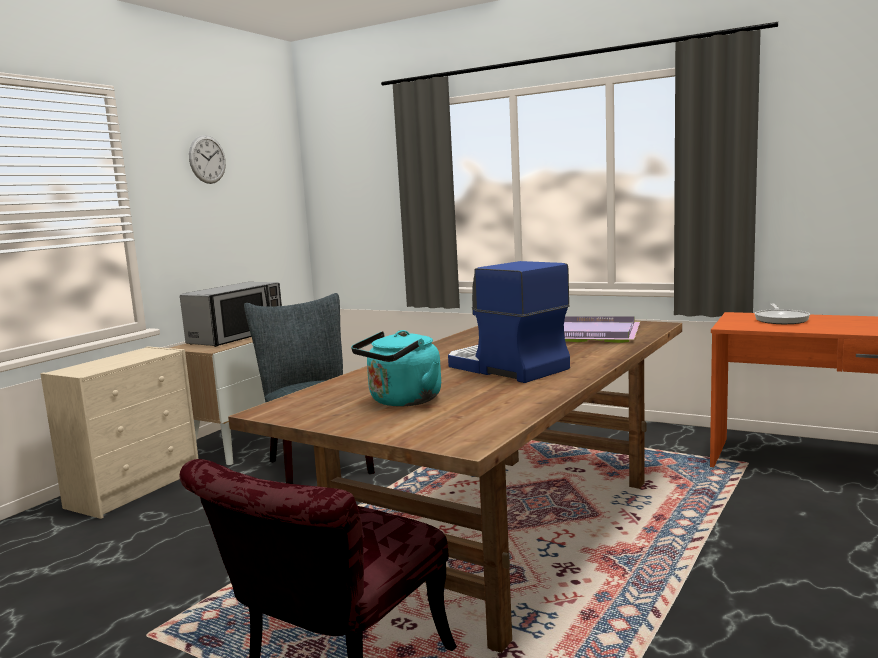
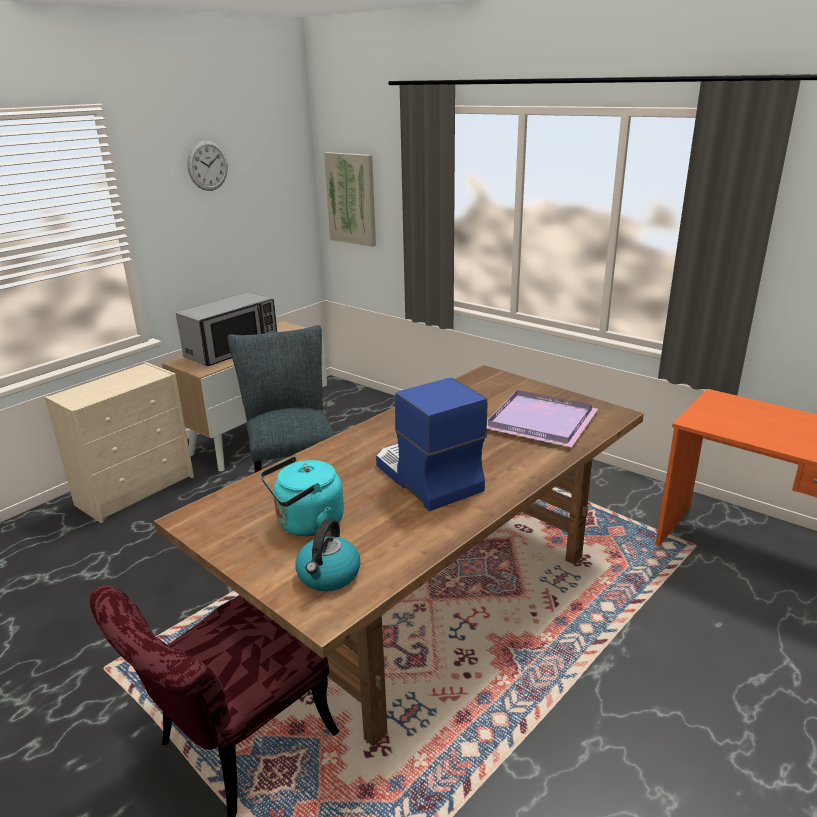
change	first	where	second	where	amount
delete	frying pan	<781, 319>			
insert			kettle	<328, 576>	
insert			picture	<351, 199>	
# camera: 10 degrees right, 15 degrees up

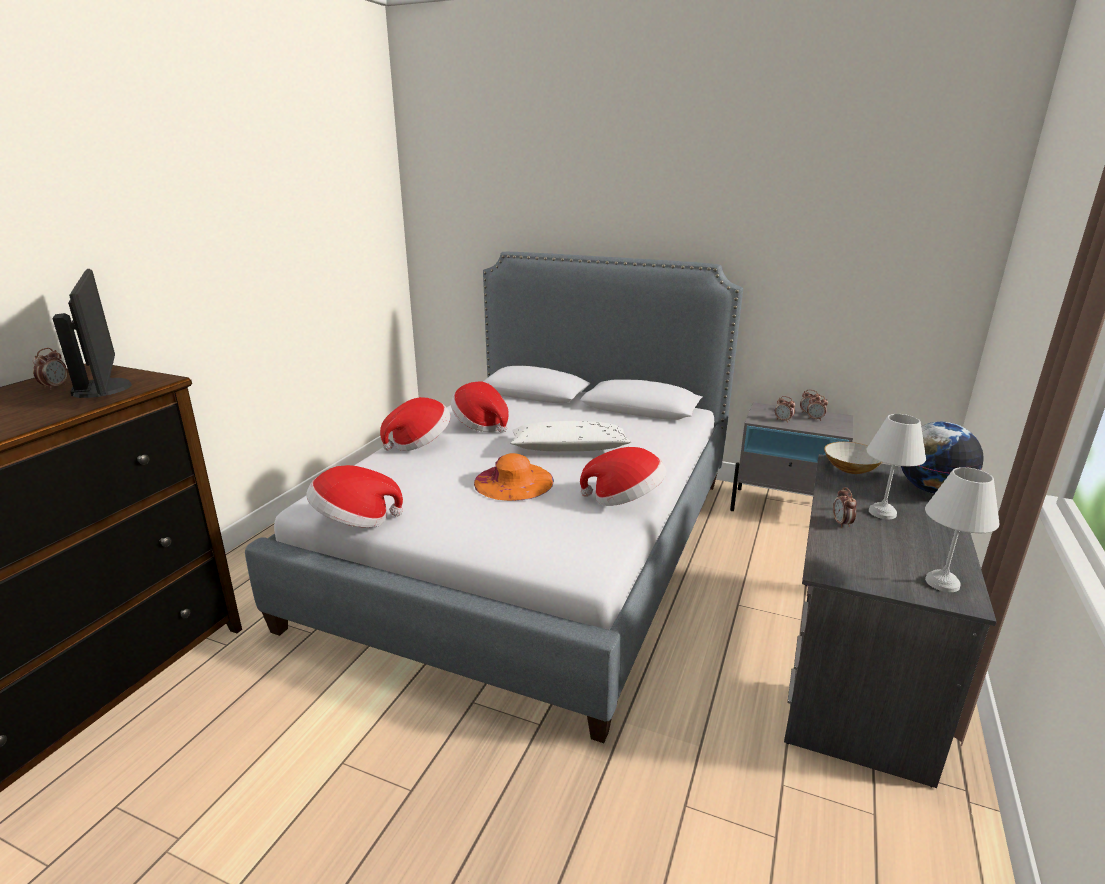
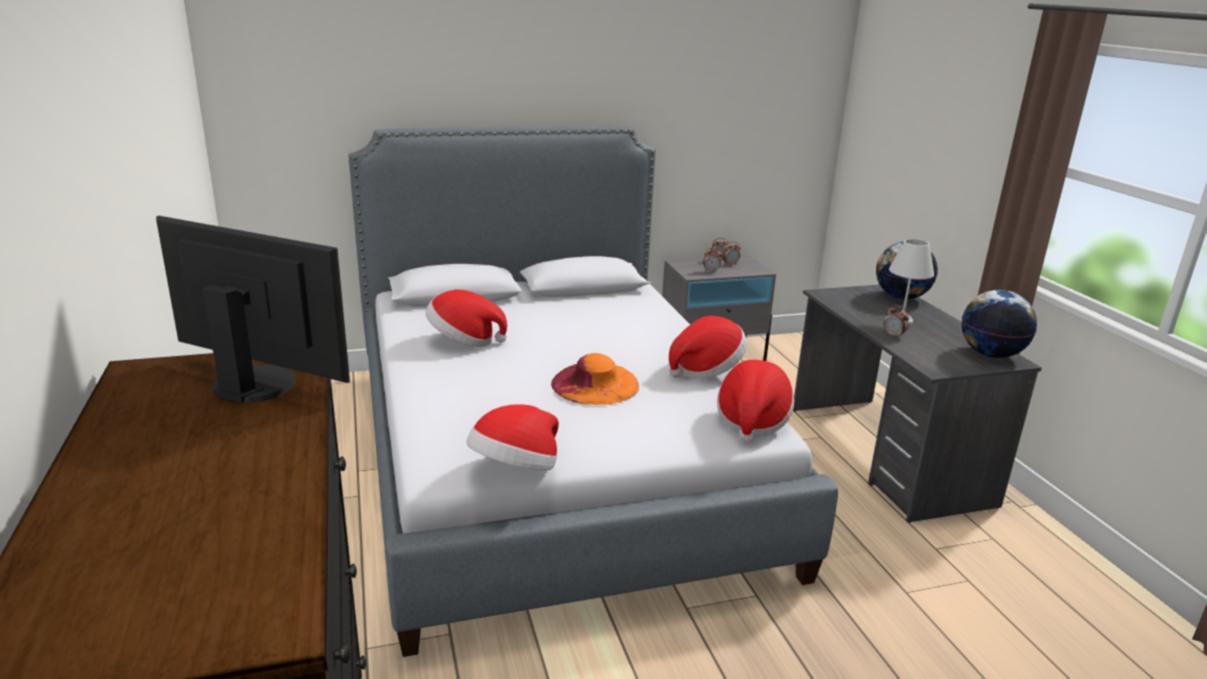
change	first	where	second	where	amount
delete	alarm clock	<55, 387>			
delete	white pillow	<569, 449>			
delete	bowl	<850, 468>			
move	hat	<419, 443>		<752, 421>	
replace	white table lamp	<941, 582>	globe	<991, 354>	
# camera: 40 degrees left, 0 degrees up

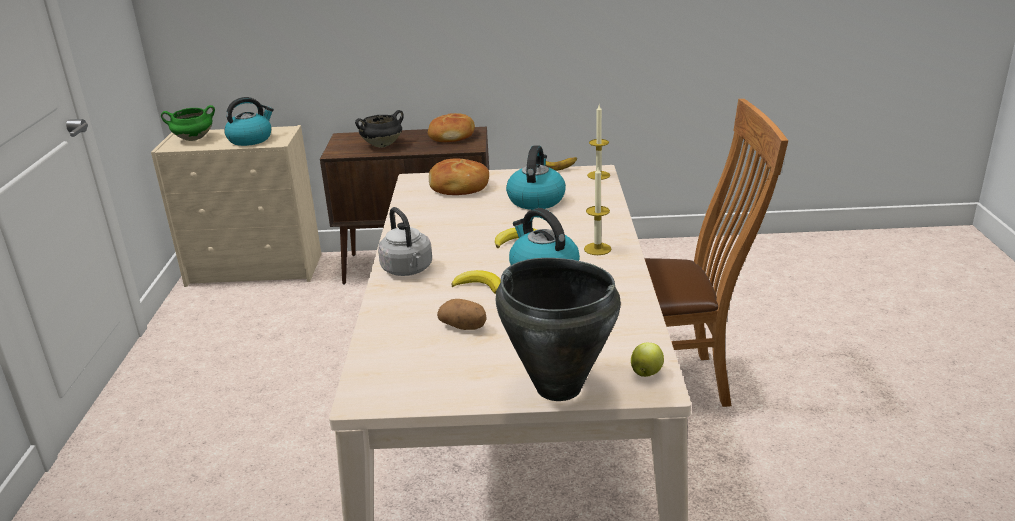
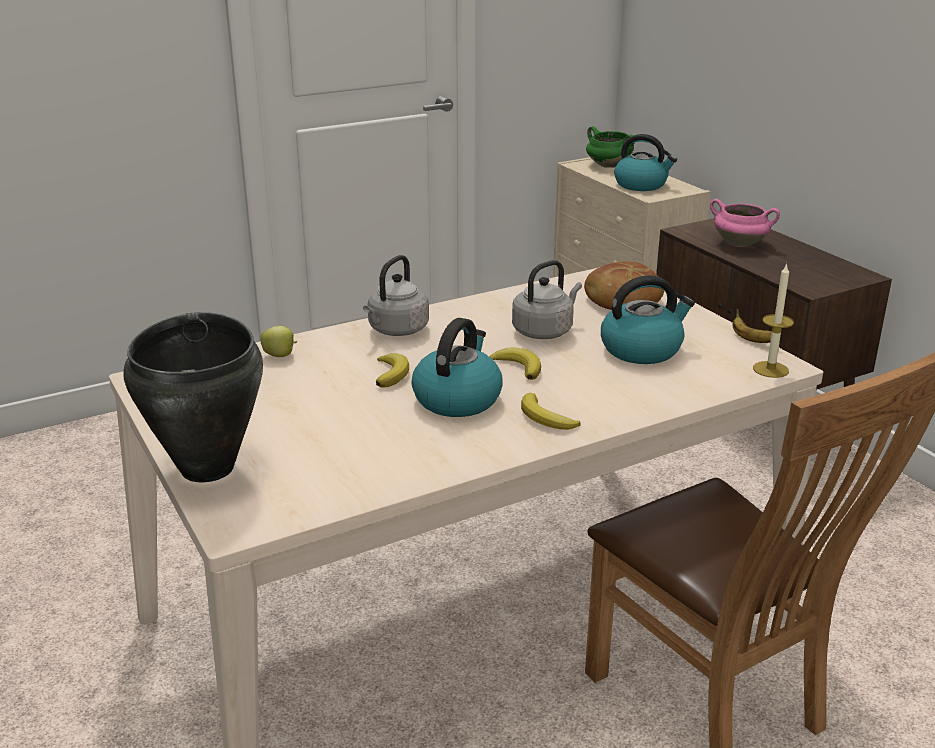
change	first	where	second	where	amount
delete	bread	<452, 136>			
delete	potato	<464, 326>			
insert			grey kettle	<545, 331>	
move	apple	<646, 373>		<280, 356>	
replace	candle	<597, 249>	banana	<545, 418>	
recolor	black cooking pot	<382, 145>	pink cooking pot	<740, 244>	
# camera: 60 degrees right, 0 degrees up

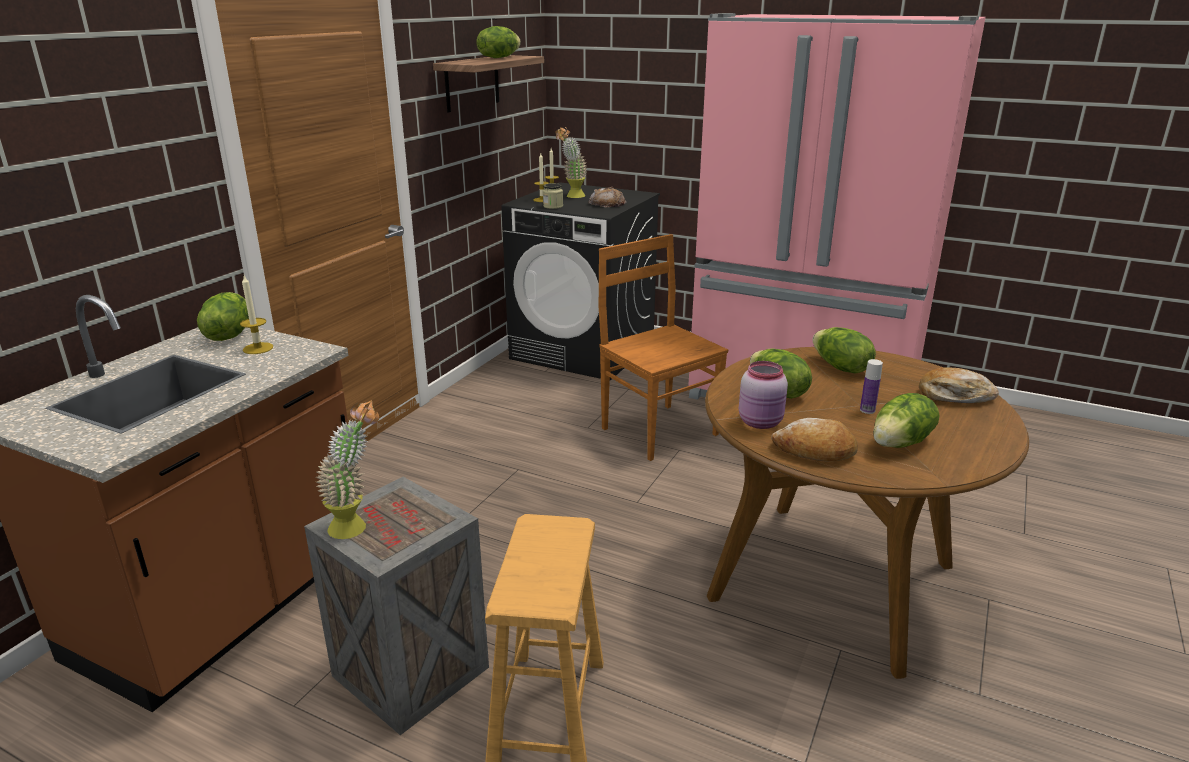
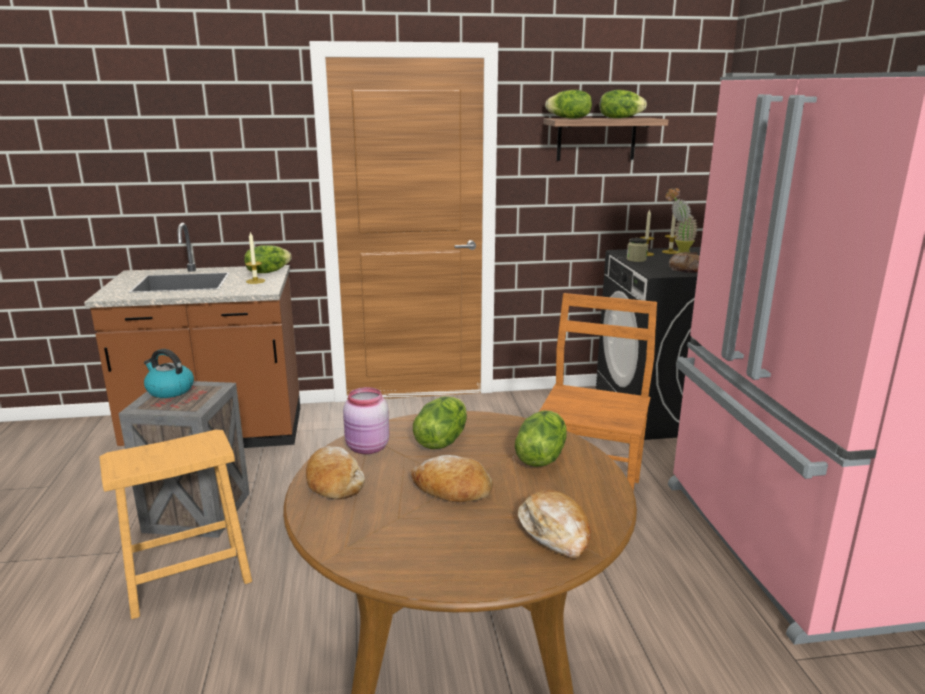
change	first	where	second	where	amount
move	lettuce	<901, 443>		<569, 118>	
replace	potted plant	<357, 525>	kettle	<169, 390>	
replace	bottle	<867, 410>	bread	<452, 489>	
# camera: 55 degrees right, 5 degrees down

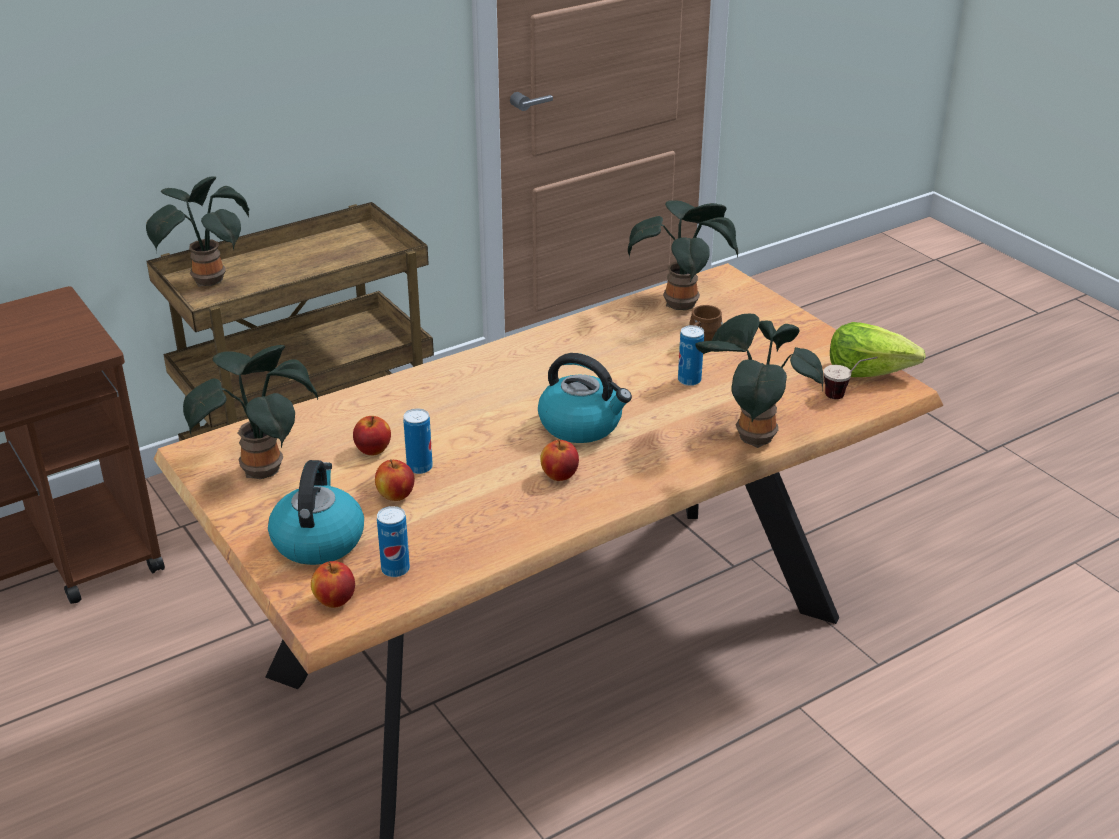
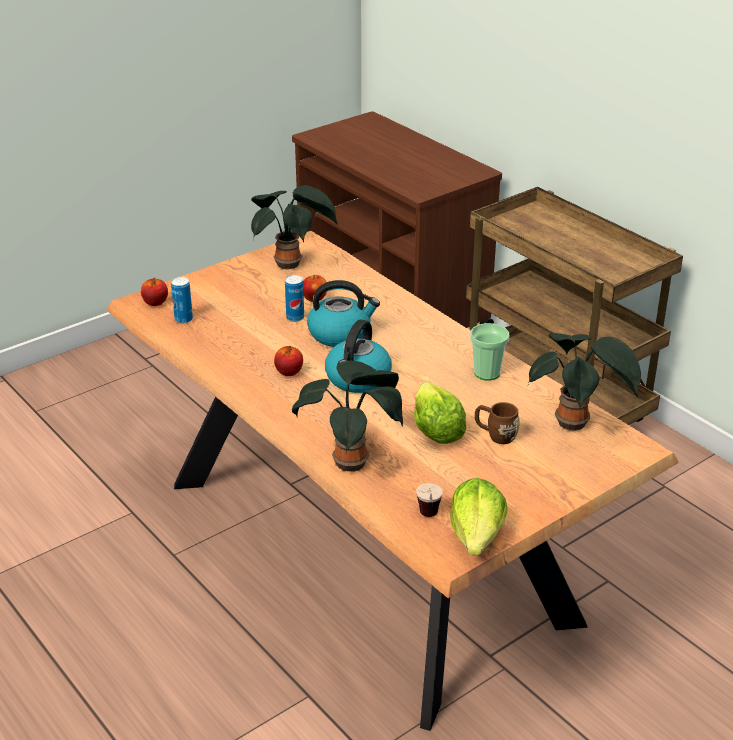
change	first	where	second	where	amount
delete	potted plant	<208, 279>			
delete	apple	<396, 495>			
insert			cup	<487, 373>	
move	kettle	<318, 540>		<340, 333>	
replace	can	<689, 380>	lettuce	<435, 429>	
# camera: 85 degrees right, 0 degrees up

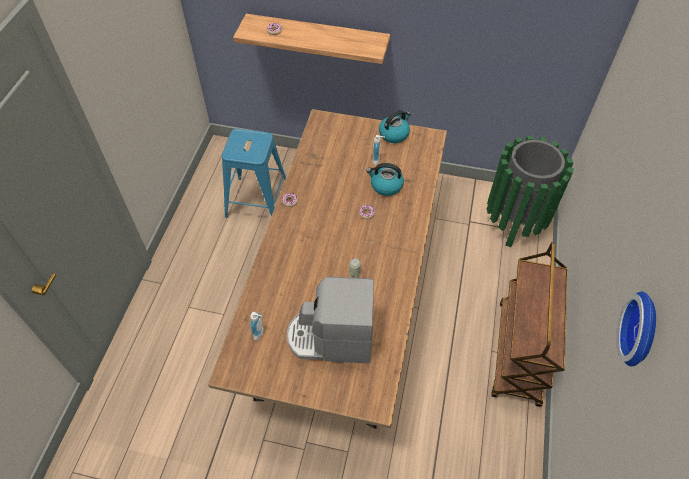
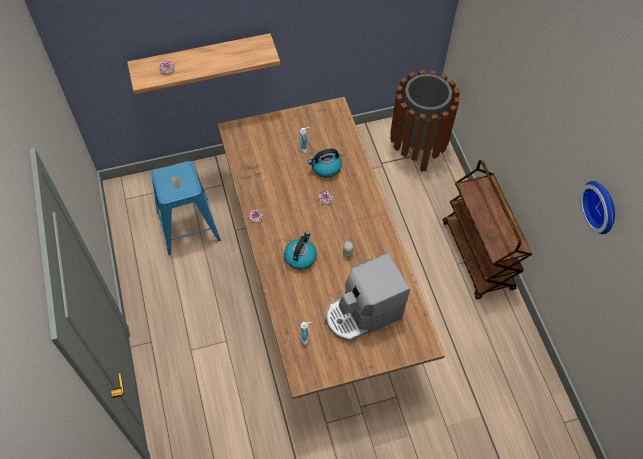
change	first	where	second	where	amount
move	kettle	<394, 134>		<300, 257>	
recolor	green trash can	<515, 222>	brown trash can	<417, 148>	
# camera: 30 degrees left, 5 degrees up

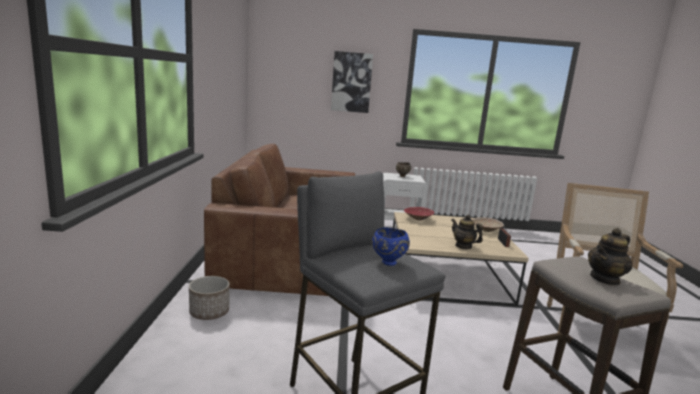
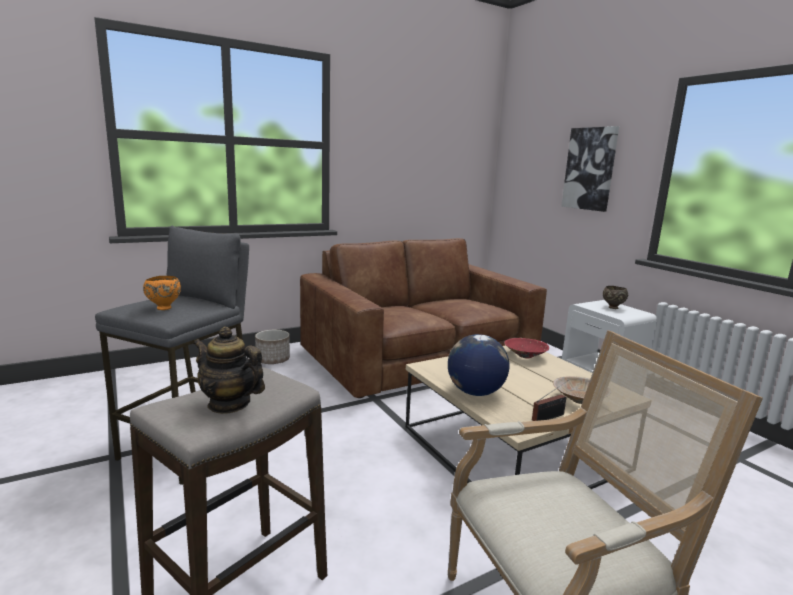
change	first	where	second	where	amount
replace	teapot	<463, 246>	globe	<475, 392>	
recolor	blue bowl	<388, 263>	orange bowl	<163, 308>	
# camera: 60 degrees right, 0 degrees up

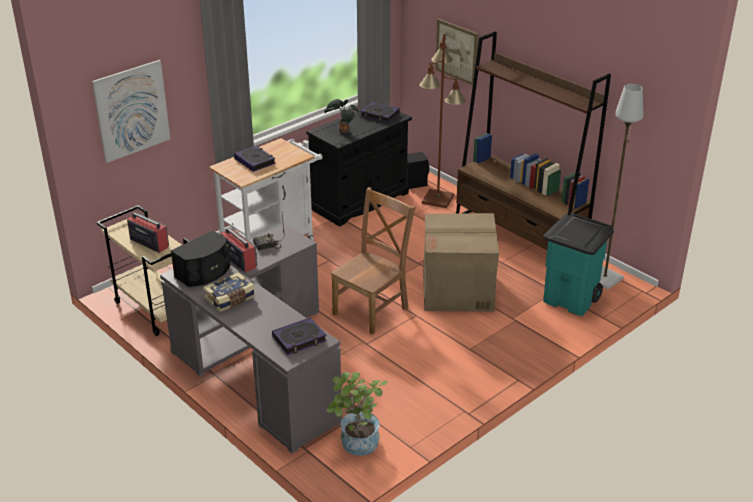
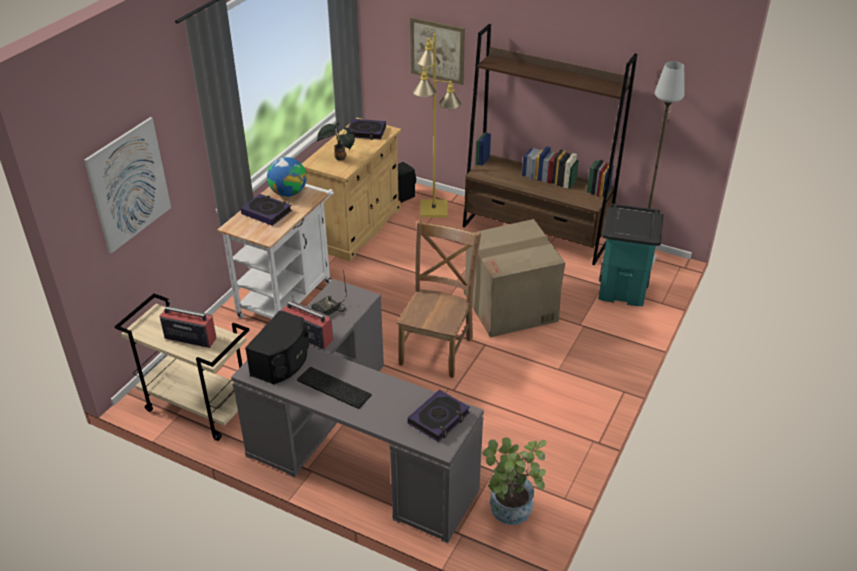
change	first	where	second	where	amount
insert			globe	<288, 193>	
replace	book	<230, 299>	keyboard	<332, 388>	
recolor	black cabinet	<360, 201>	beige cabinet	<356, 227>	
recolor	brown floor lamp	<438, 199>	yellow floor lamp	<434, 209>	
# camera: 20 degrees left, 5 degrees up

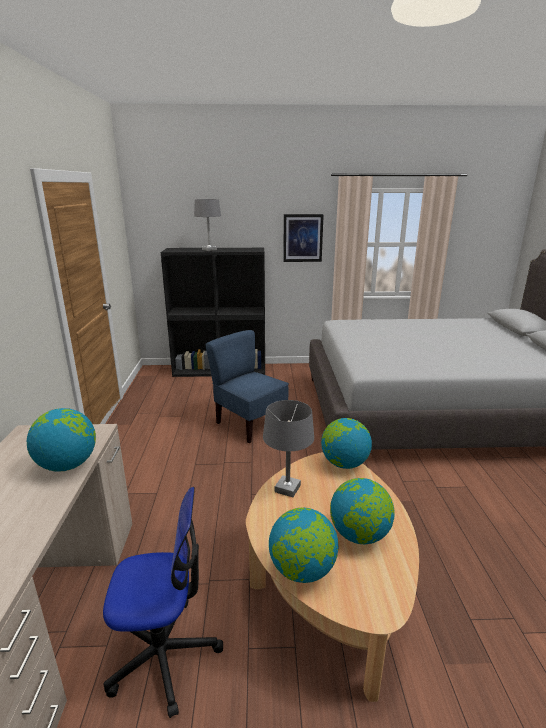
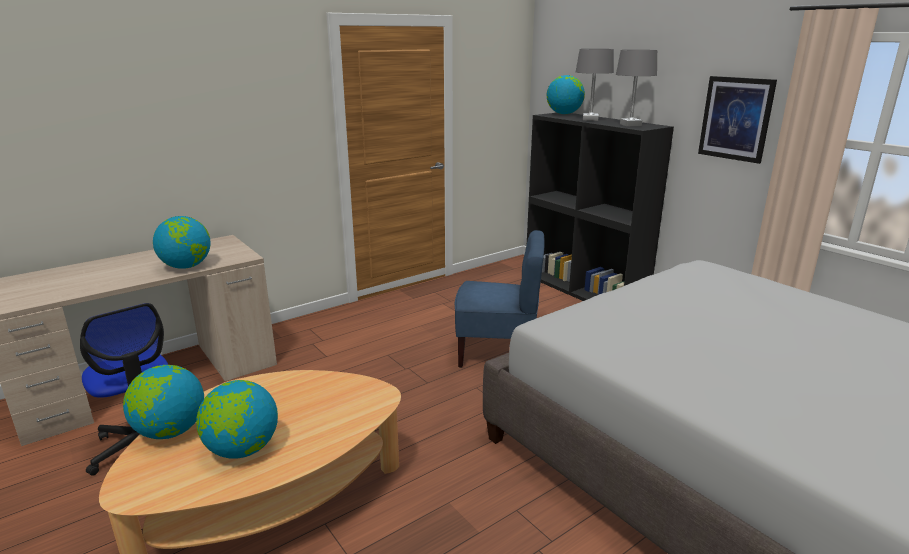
change	first	where	second	where	amount
move	grey table lamp	<288, 489>		<630, 125>	
move	globe	<344, 463>		<564, 114>	
rotate	blue chair	<250, 424>		<497, 352>	90 degrees clockwise
# camera: 55 degrees right, 0 degrees up

